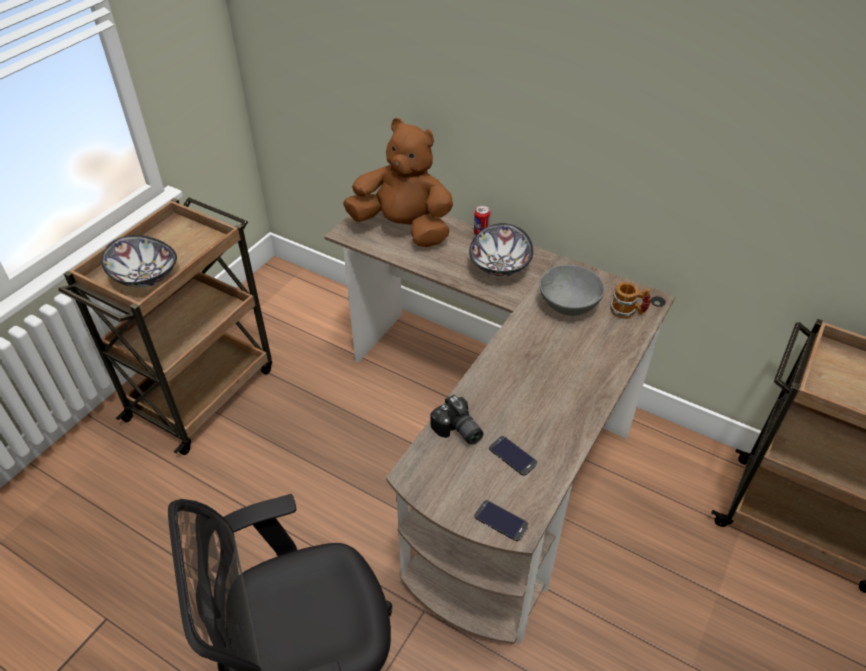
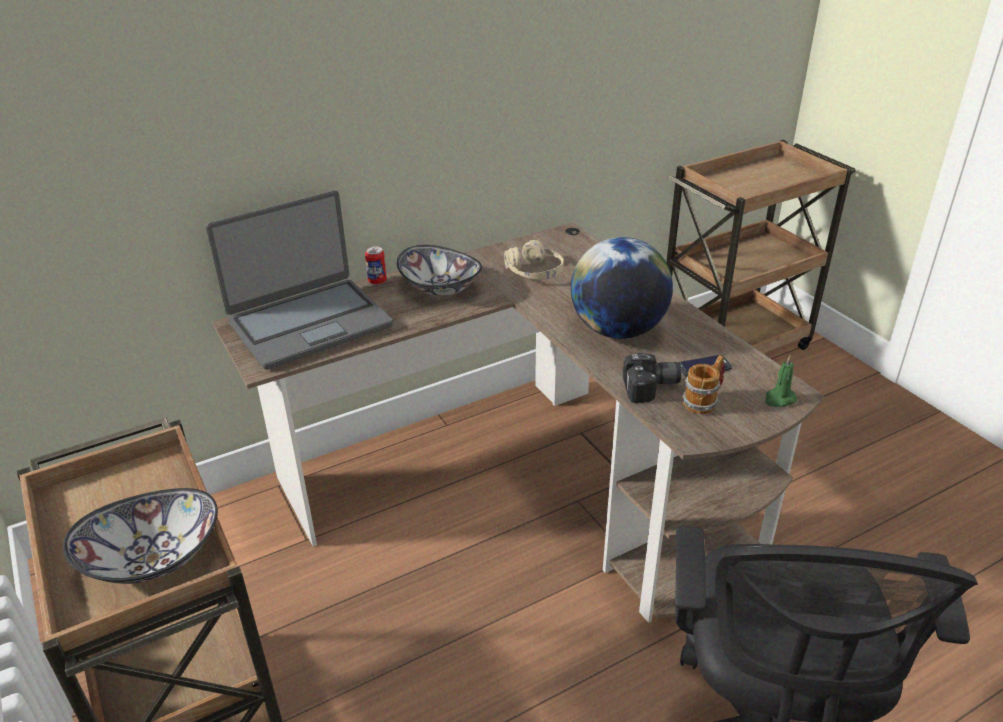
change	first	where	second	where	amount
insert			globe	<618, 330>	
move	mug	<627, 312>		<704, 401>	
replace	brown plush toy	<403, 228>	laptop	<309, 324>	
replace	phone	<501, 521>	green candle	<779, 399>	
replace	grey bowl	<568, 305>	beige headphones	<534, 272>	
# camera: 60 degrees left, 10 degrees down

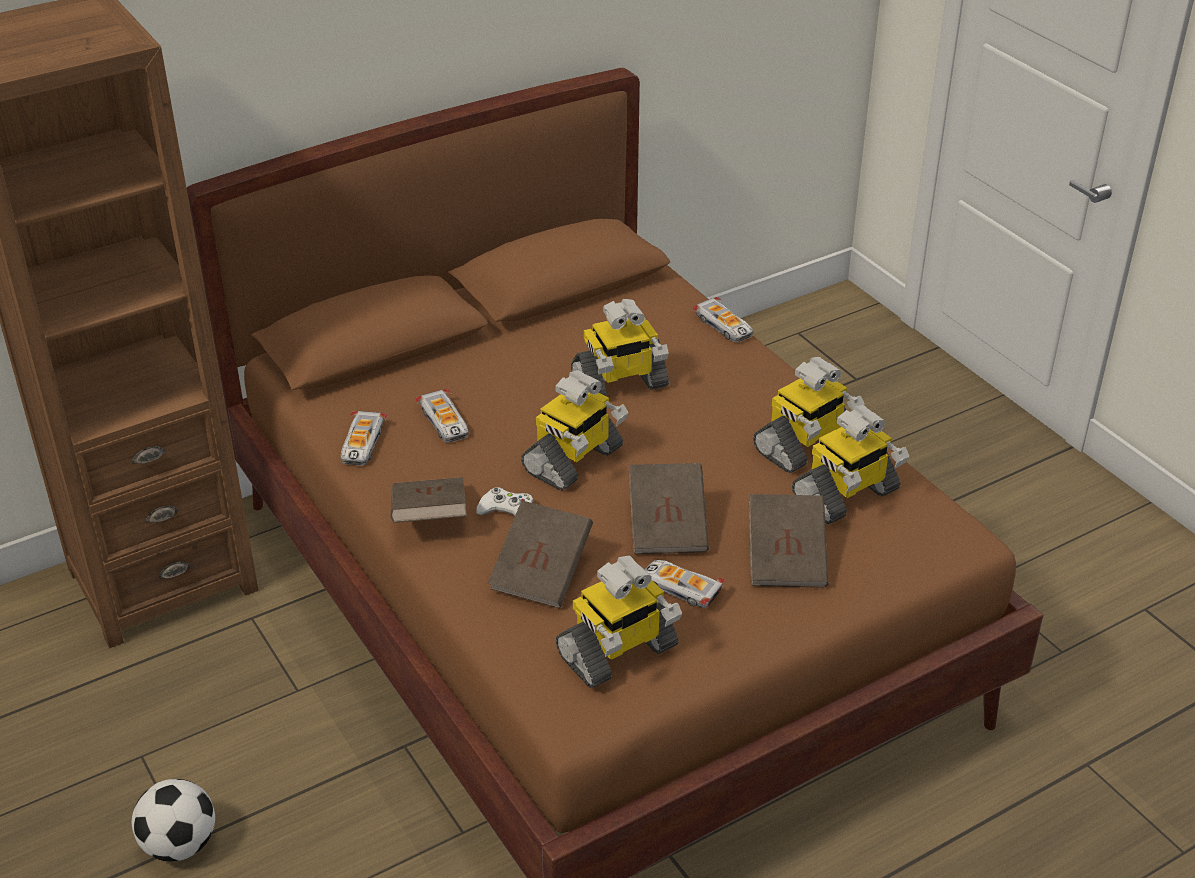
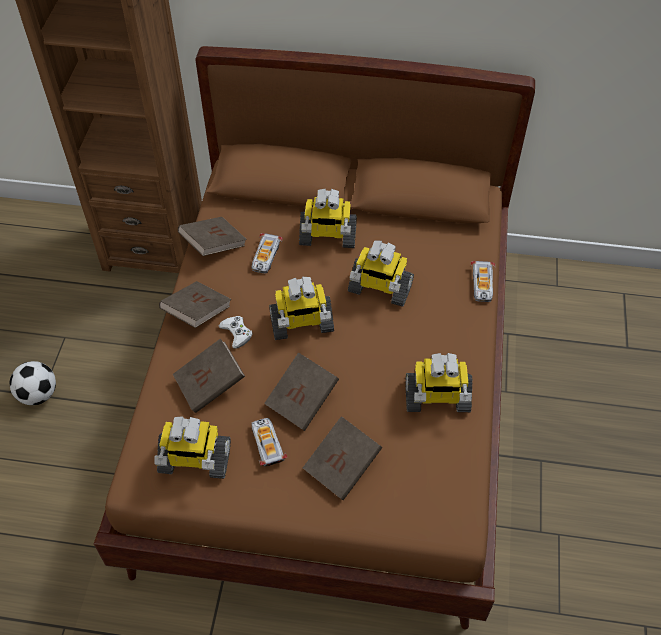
change	first	where	second	where	amount
move	toy robot	<846, 496>		<327, 237>	
replace	toy car	<362, 444>	brown book	<213, 245>	
# camera: 40 degrees right, 15 degrees up

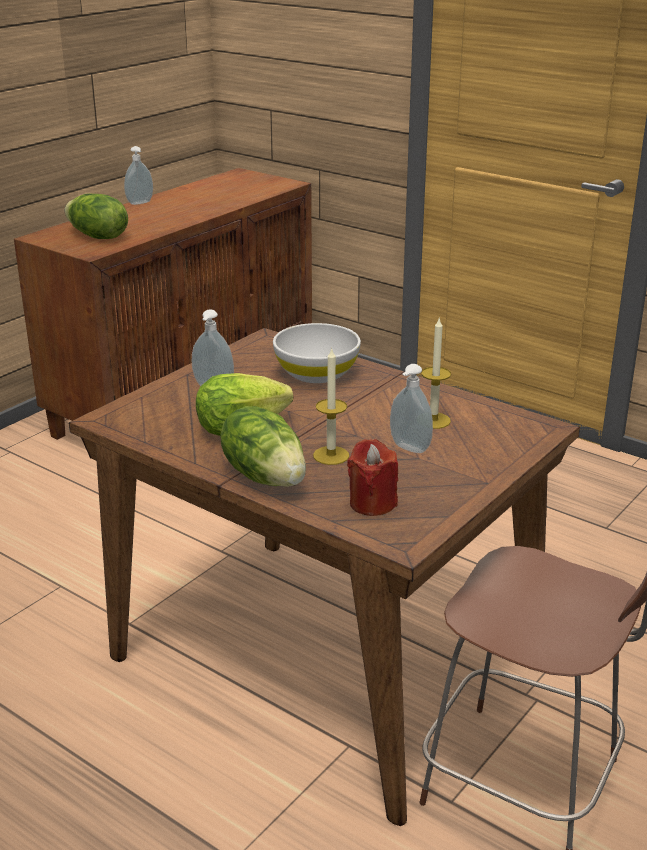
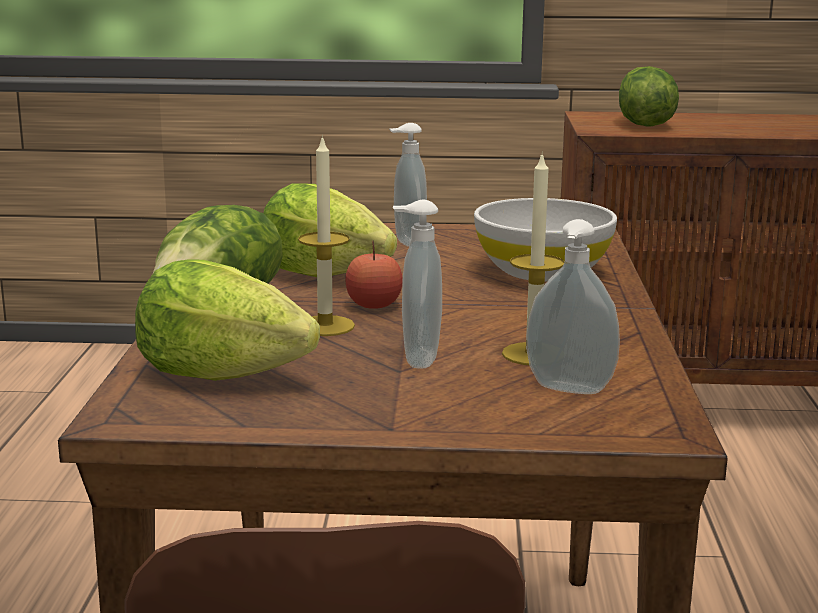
change	first	where	second	where	amount
insert			apple	<374, 305>	
move	soap dispenser	<140, 203>		<568, 390>	
replace	red candle	<372, 503>	lettuce	<221, 374>	
# camera: 55 degrees right, 10 degrees down

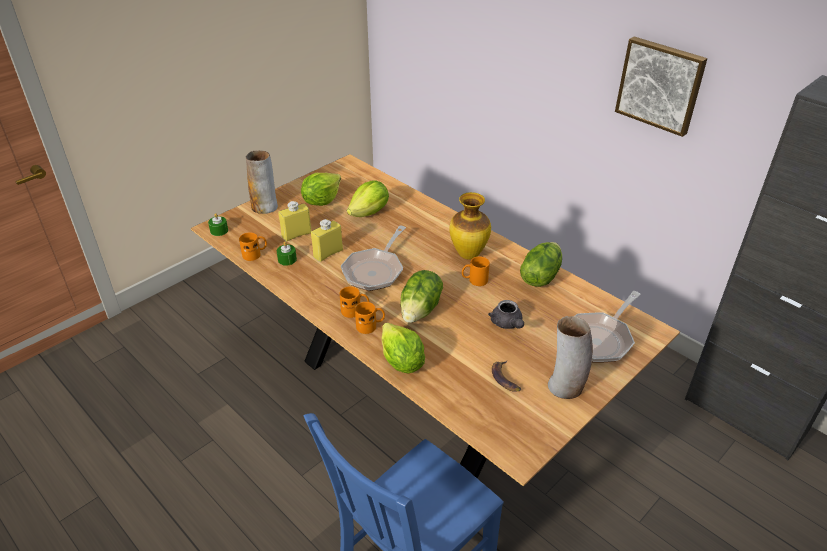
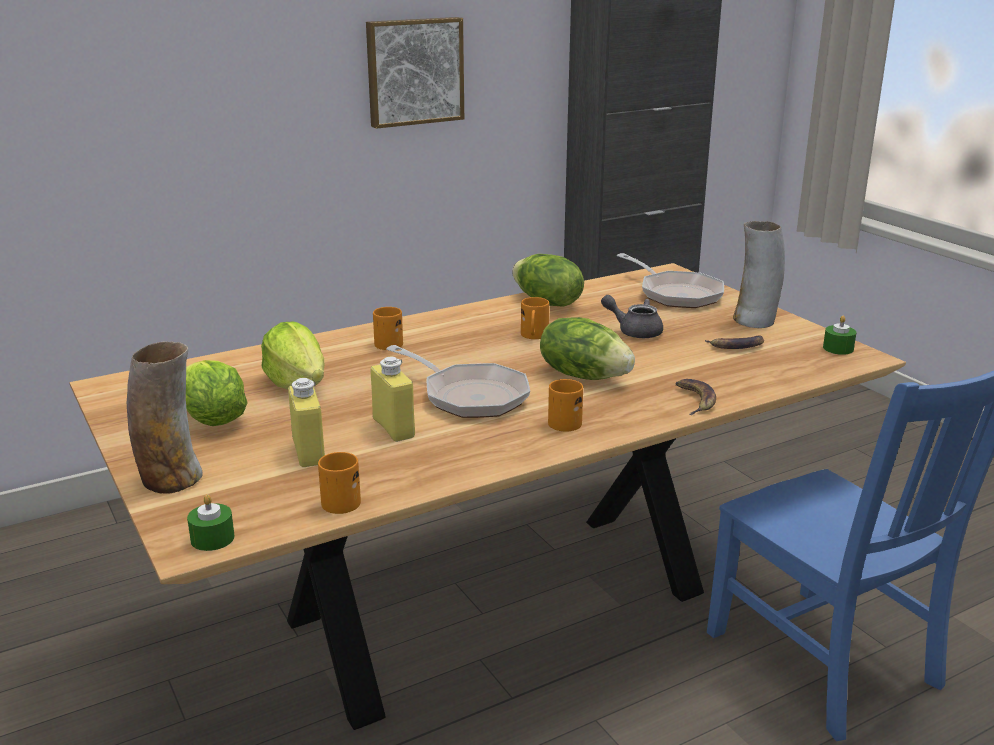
change	first	where	second	where	amount
delete	vase	<467, 255>			
move	green candle	<287, 259>		<838, 348>	
move	orange mug	<370, 326>		<389, 342>	
replace	lettuce	<401, 362>	banana	<694, 400>	
rotate	grey teapot	<507, 324>		<634, 331>	150 degrees counterclockwise
# camera: 75 degrees left, 15 degrees down

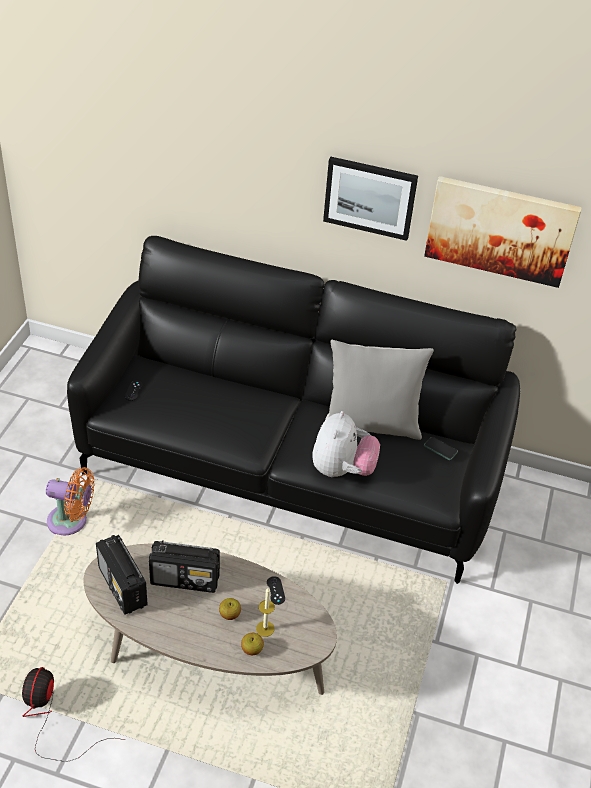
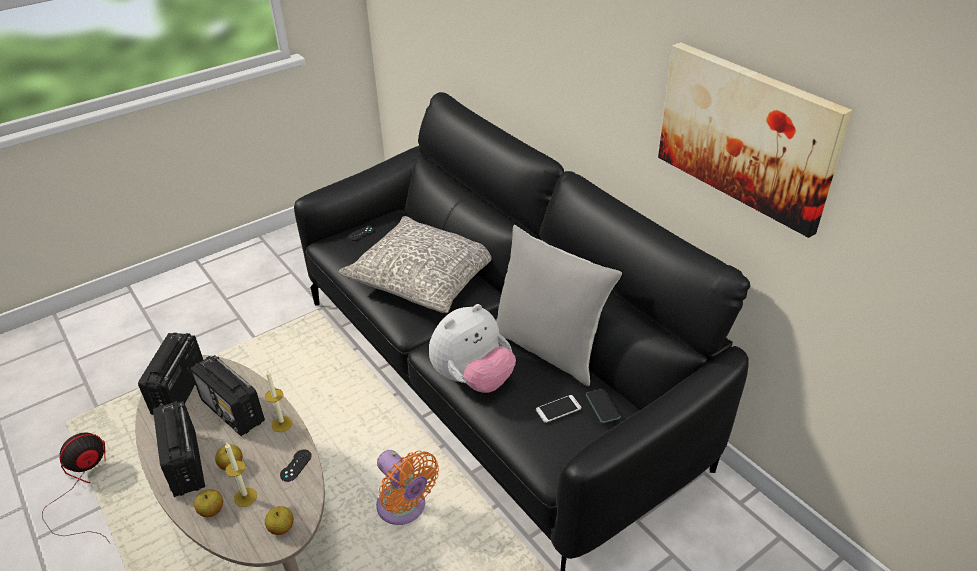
change	first	where	second	where	amount
delete	picture	<370, 197>			
insert			radio	<185, 465>	
insert			candle	<282, 424>	
insert			apple	<281, 528>	
insert			grey pillow	<425, 277>	
insert			phone	<558, 409>	
move	orange fan	<71, 522>		<404, 508>	
# camera: 40 degrees right, 5 degrees down

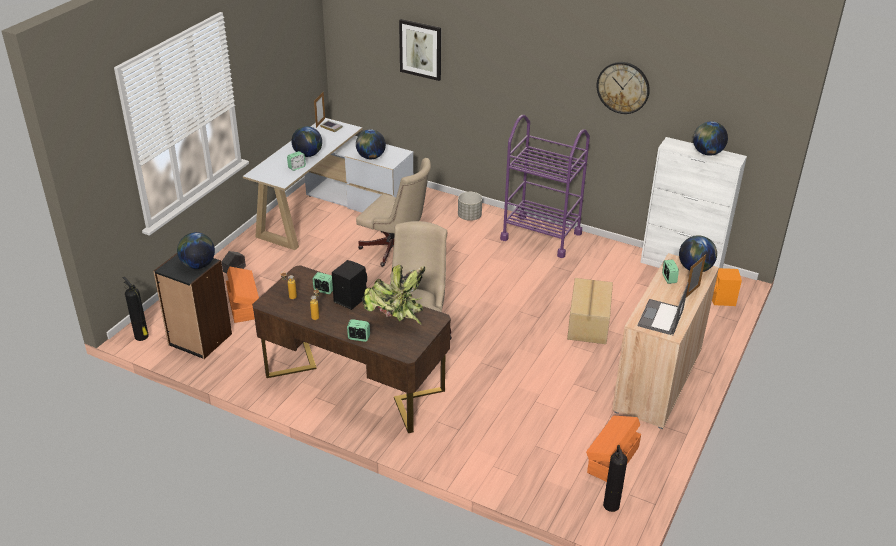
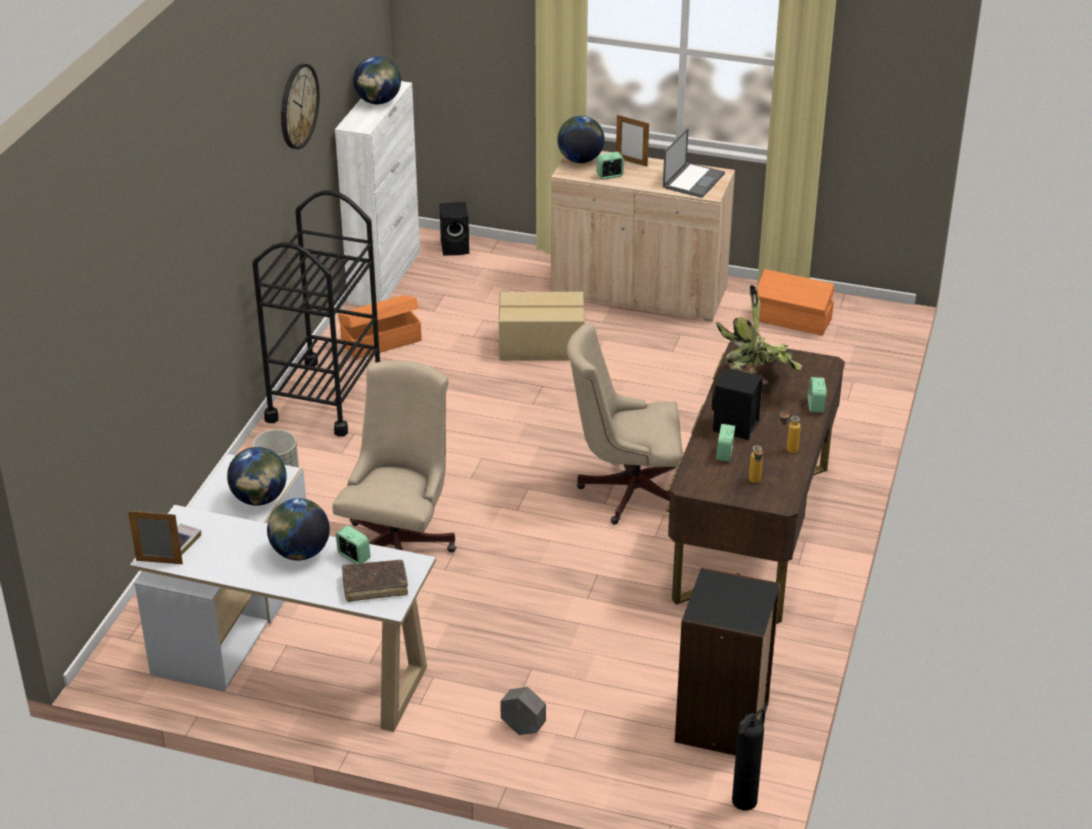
change	first	where	second	where	amount
delete	globe	<198, 265>			
delete	picture	<420, 49>			
delete	fire extinguisher	<611, 504>			
insert			brown book	<375, 585>	
move	orange storage box	<243, 305>		<380, 341>	
recolor	purple cart	<541, 236>	black cart	<325, 397>	
recolor	orange speaker	<723, 300>	black speaker	<456, 247>	
rotate	laptop	<660, 318>		<693, 180>	75 degrees counterclockwise
# camera: 100 degrees left, 0 degrees up

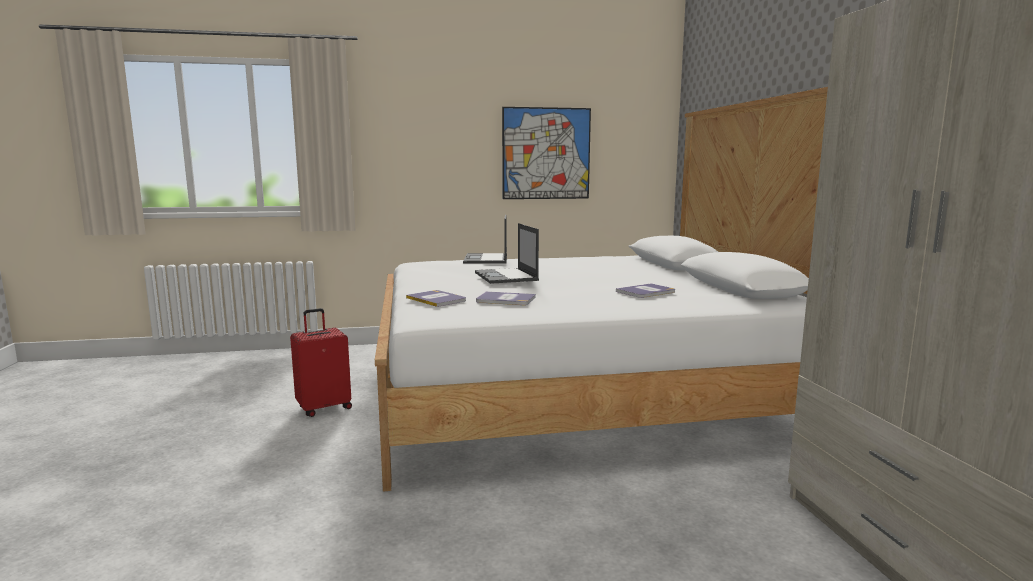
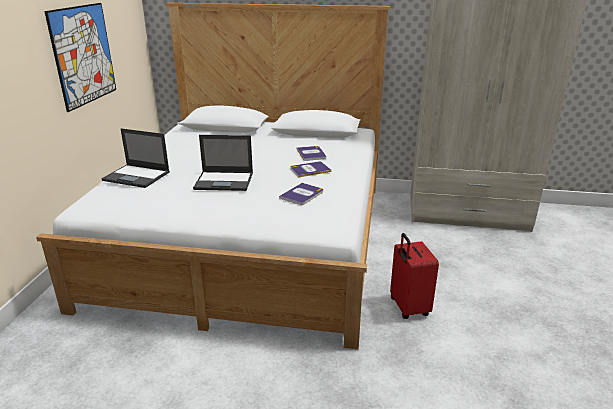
change	first	where	second	where	amount
move	red suitcase	<324, 408>		<408, 307>	
move	book	<436, 299>		<310, 170>	
# camera: 70 degrees left, 15 degrees up

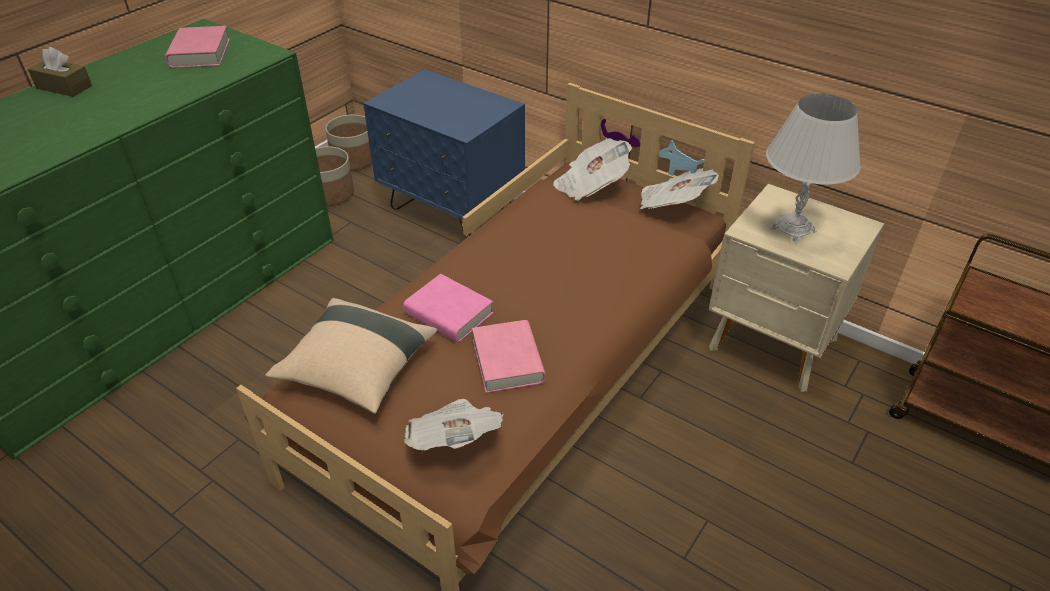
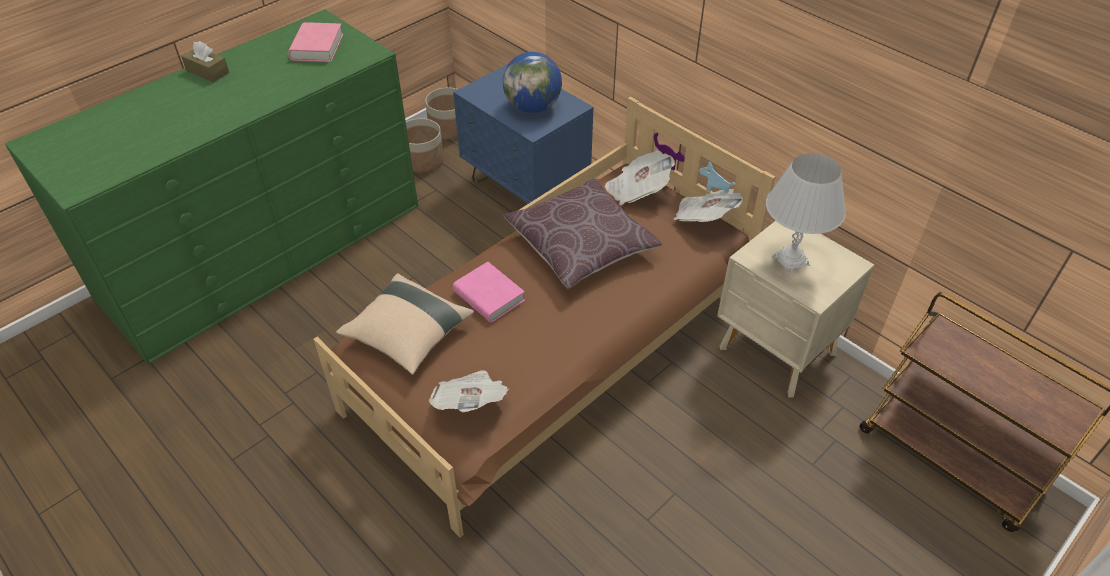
change	first	where	second	where	amount
delete	pink book	<508, 361>			
insert			globe	<533, 107>	
insert			brown pillow	<581, 245>	
# camera: 10 degrees right, 5 degrees up

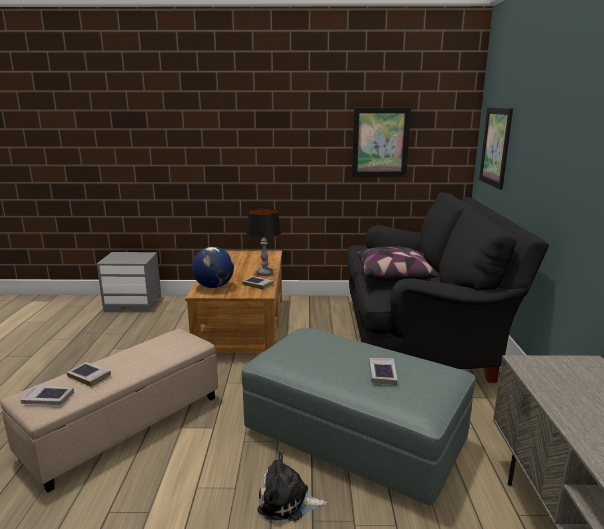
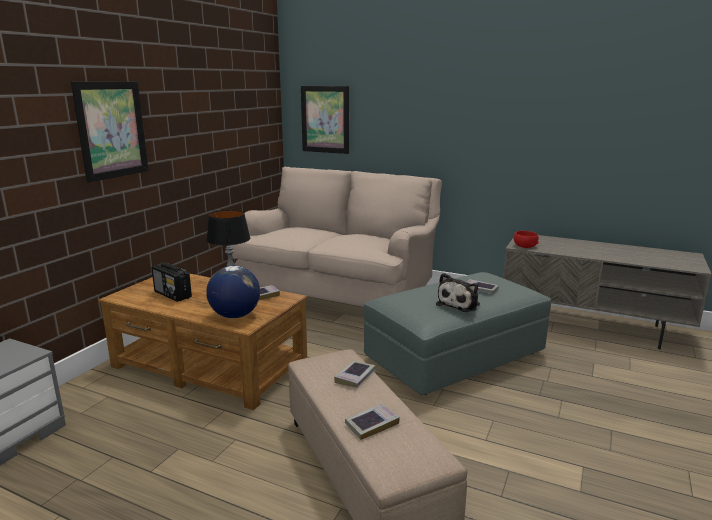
change	first	where	second	where	amount
delete	pillow	<395, 276>			
insert			radio	<173, 295>	
insert			red bowl	<525, 246>	
move	book	<48, 399>		<355, 377>	
move	plush toy	<287, 502>		<459, 304>	
move	picture	<380, 142>		<112, 130>	
recolor	black sofa	<420, 338>	beige sofa	<339, 295>	
# camera: 65 degrees left, 0 degrees up

